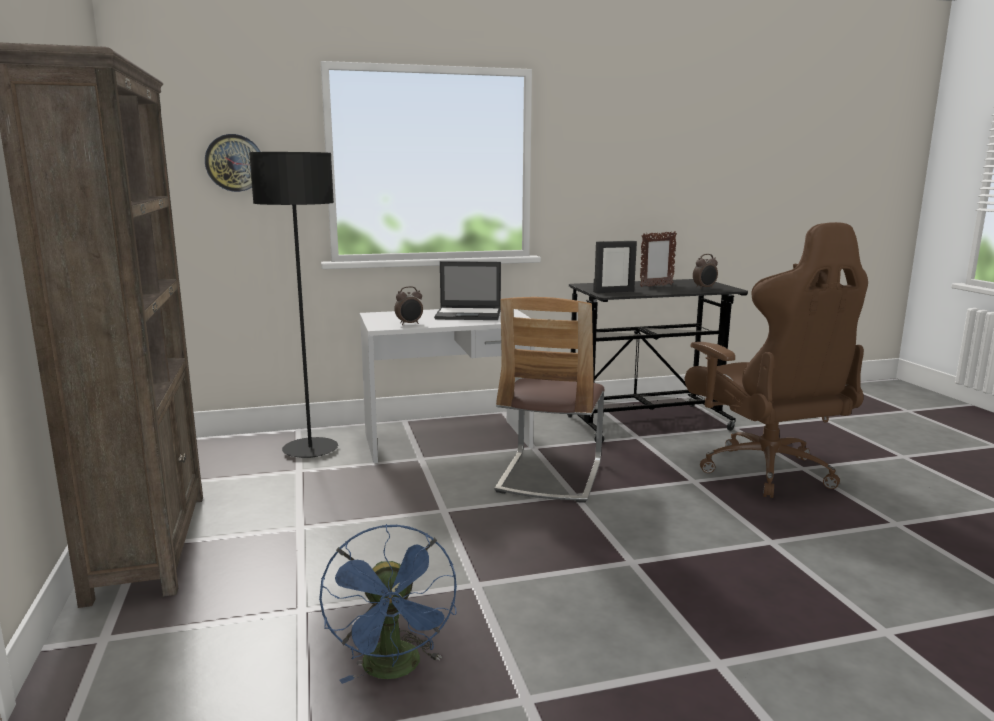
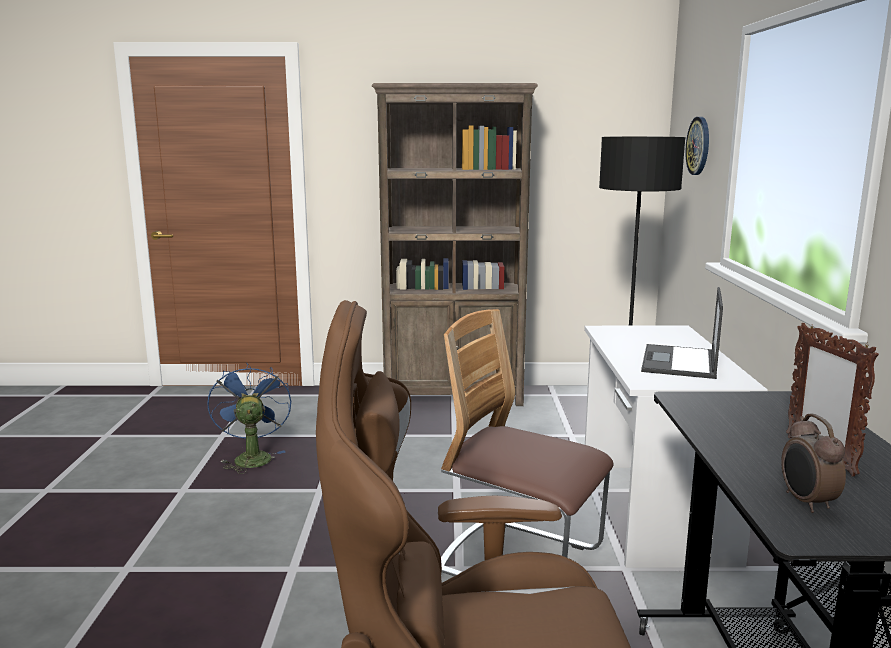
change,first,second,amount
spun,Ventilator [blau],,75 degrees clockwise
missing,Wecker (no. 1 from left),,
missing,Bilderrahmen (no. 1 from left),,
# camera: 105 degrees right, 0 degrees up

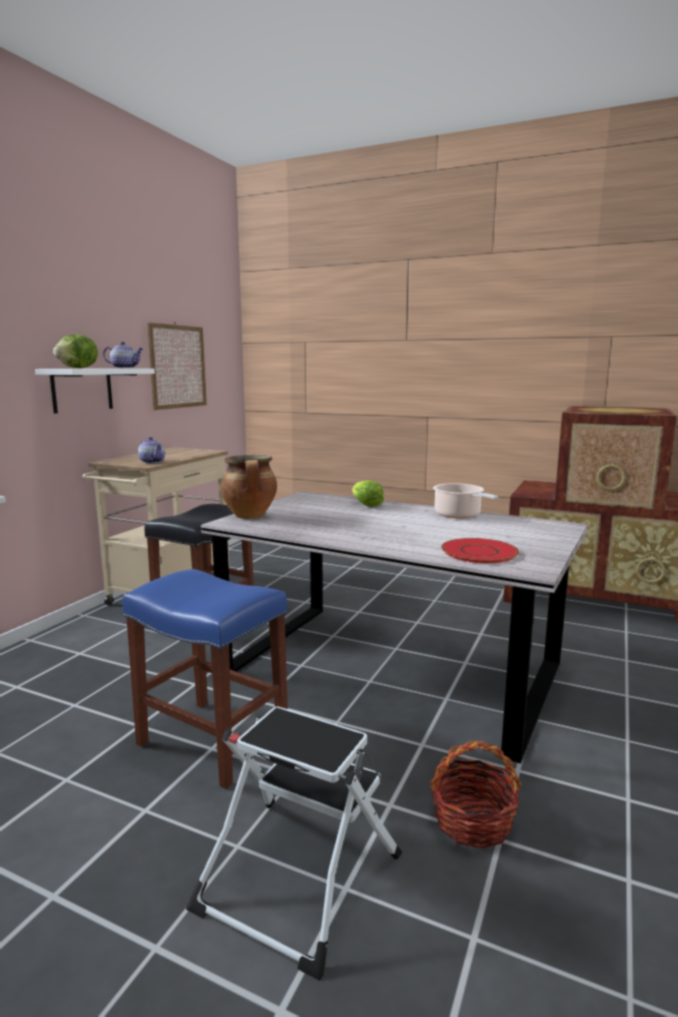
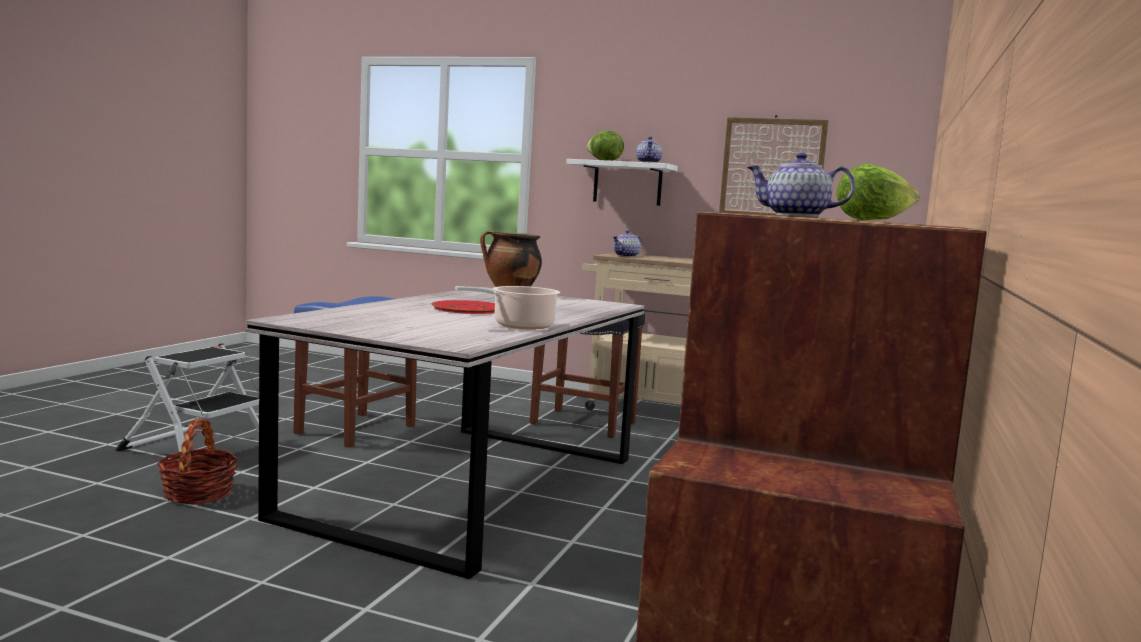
change,first,second,amount
relocated,Teller [rot],,
appeared,,Teekanne (no. 3 from left),
relocated,Salatkopf (no. 2 from left),,
# camera: 85 degrees right, 5 degrees down

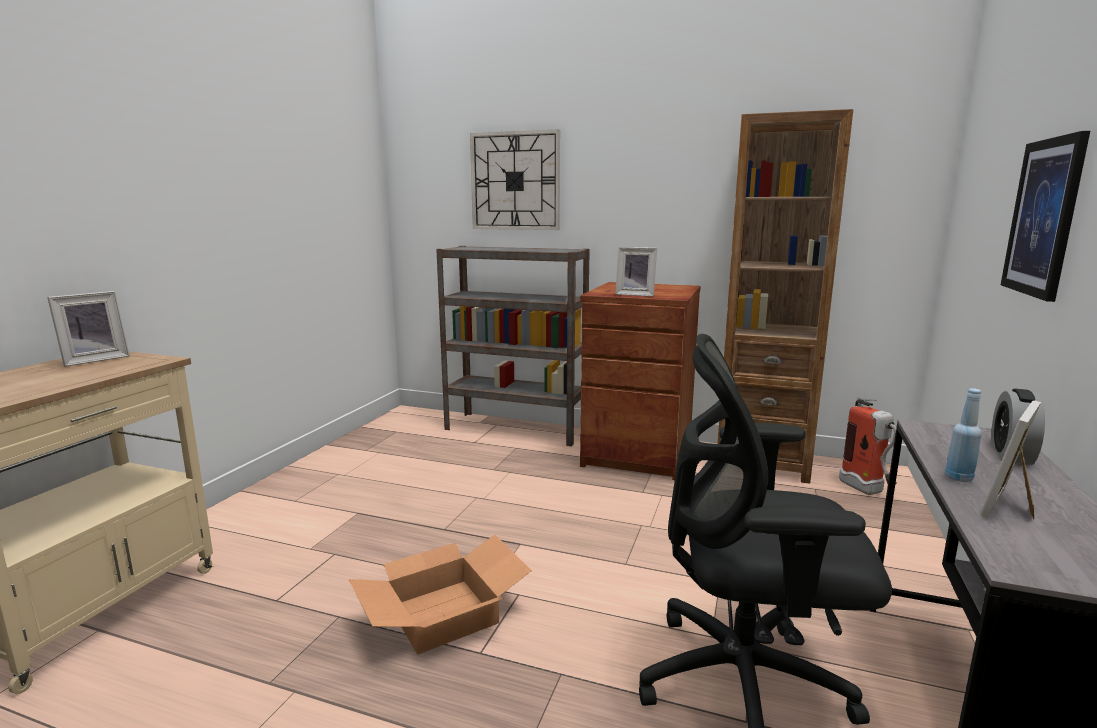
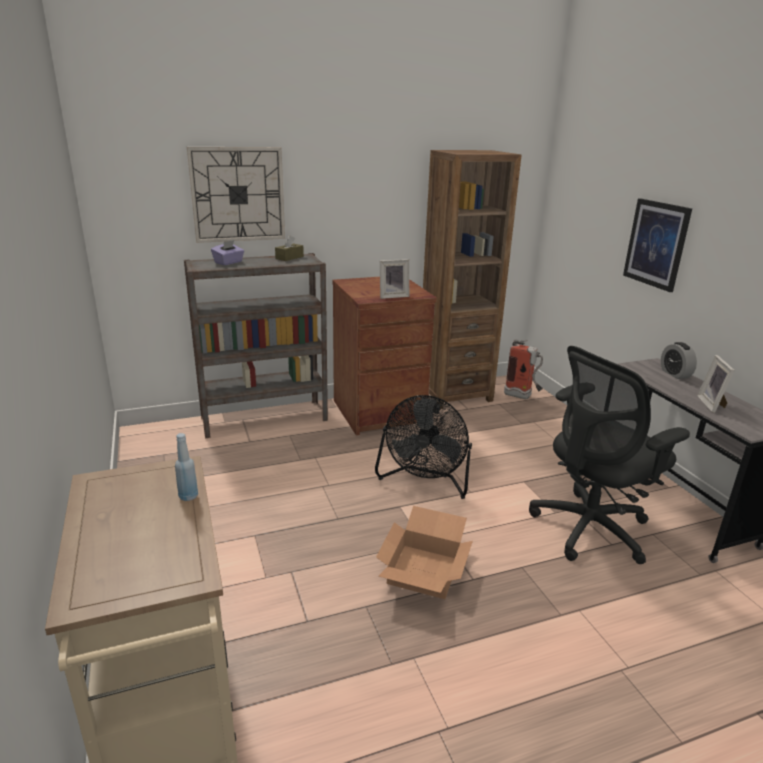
change,first,second,amount
relocated,Flasche [blau],,
appeared,,Taschentuchbox [lila],
appeared,,Taschentuchbox [braun],
appeared,,Ventilator [schwarz],
missing,Bilderrahmen (no. 1 from left),,
# camera: 40 degrees left, 10 degrees up

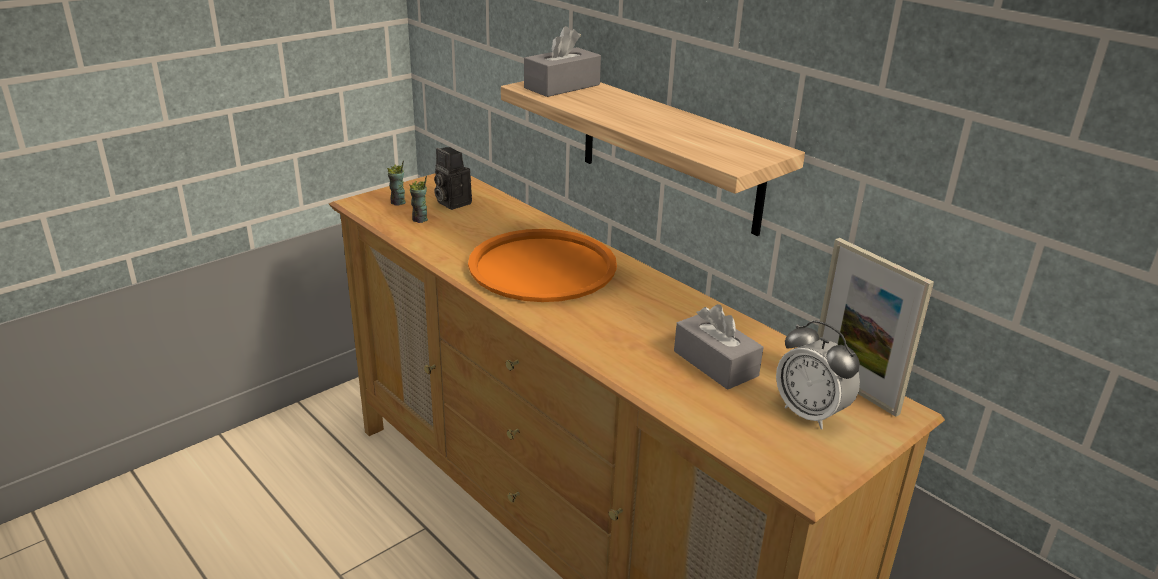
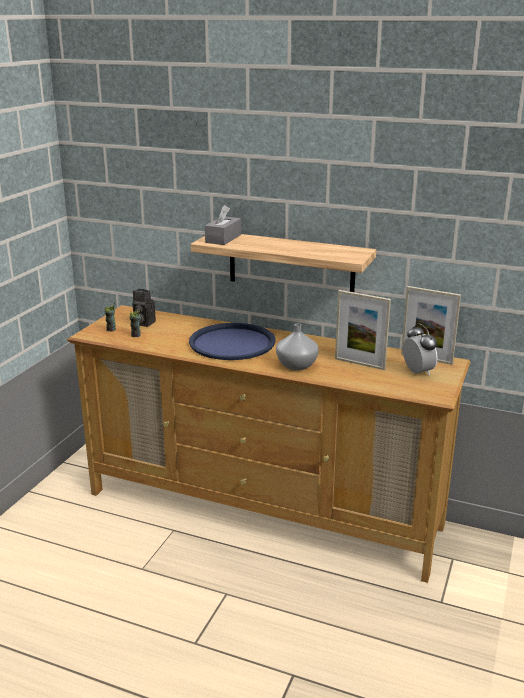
change,first,second,amount
colour,Tablett [orange],Tablett [blau],
appeared,,Vase [grau],
exchanged,Taschentuchbox [grau] (no. 2 from left),Bilderrahmen (no. 1 from left),
spun,Wecker,,135 degrees counterclockwise
# camera: 25 degrees left, 5 degrees down

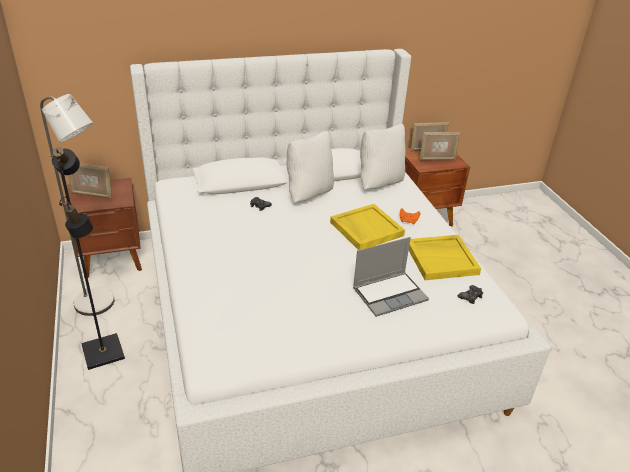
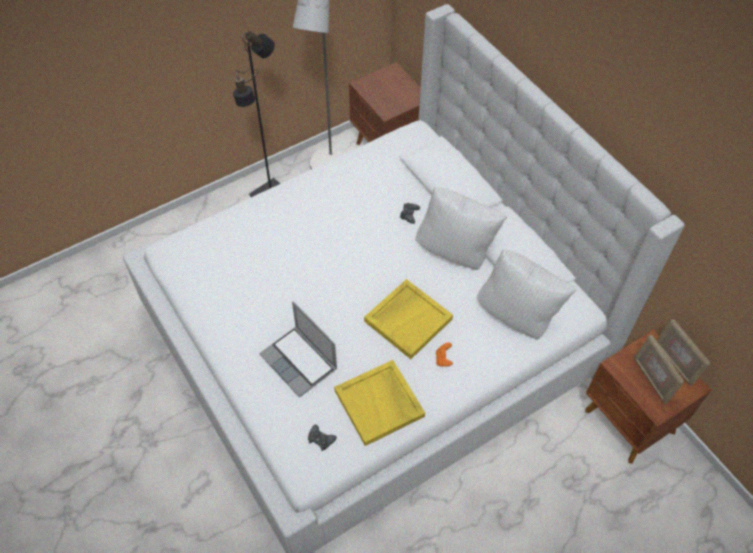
change,first,second,amount
missing,Bilderrahmen (no. 1 from left),,
# camera: 75 degrees right, 20 degrees up

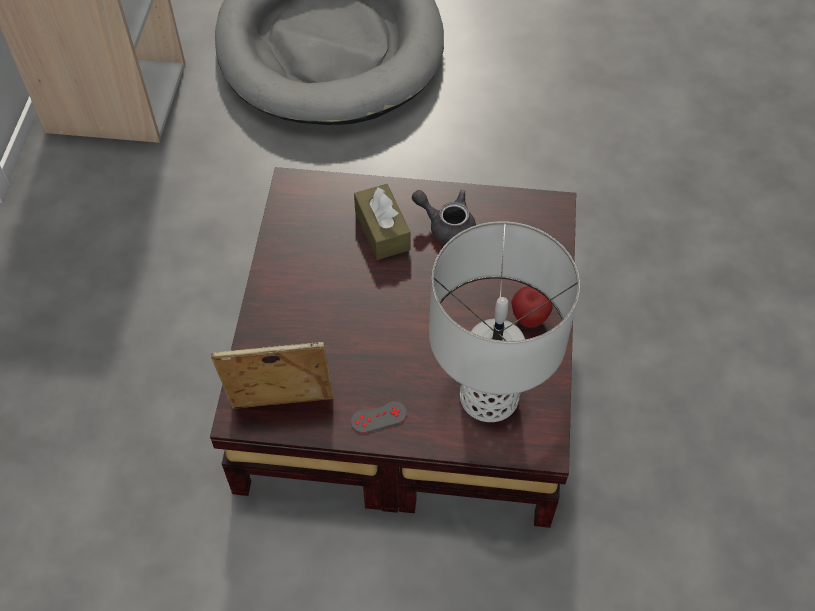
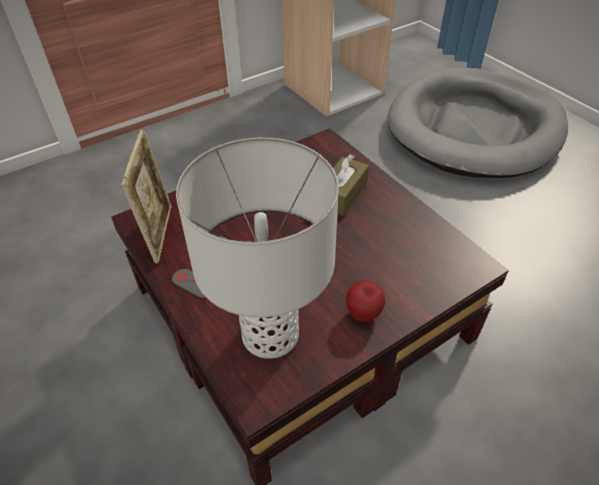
change,first,second,amount
spun,Bilderrahmen,,45 degrees clockwise
missing,Teekanne [grau],,
# camera: 50 degrees right, 10 degrees down

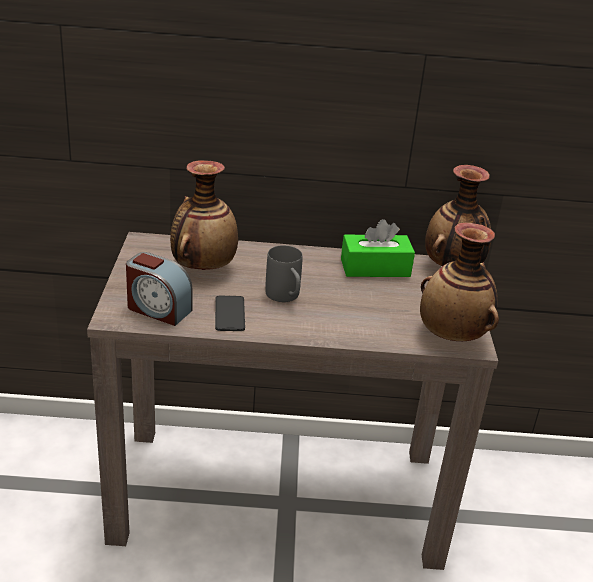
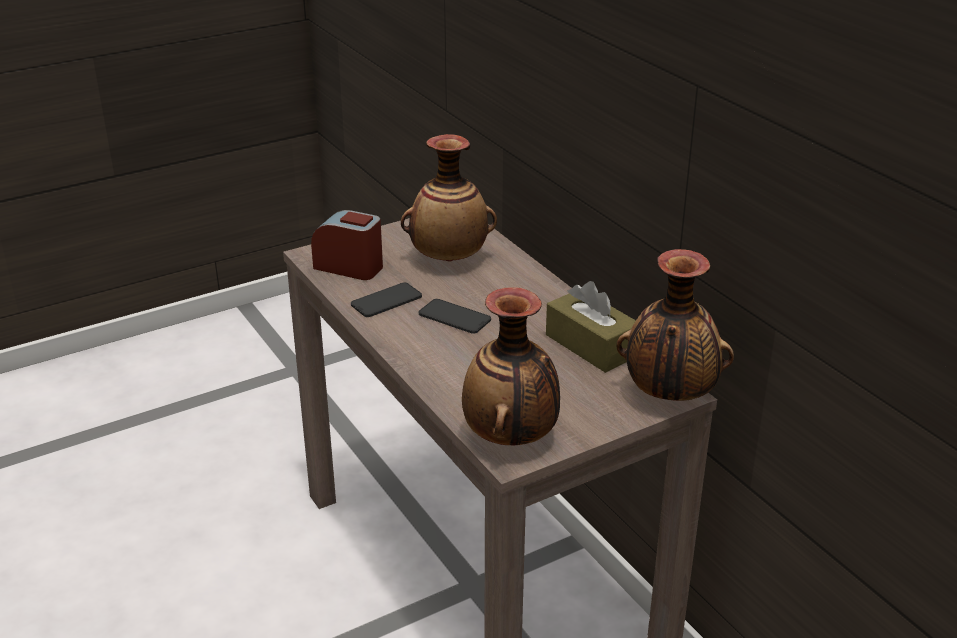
change,first,second,amount
spun,Wecker,,120 degrees clockwise
exchanged,Henkelbecher [grau],Handy (no. 2 from left),
colour,Taschentuchbox [grün],Taschentuchbox [braun],
# camera: 60 degrees right, 0 degrees up

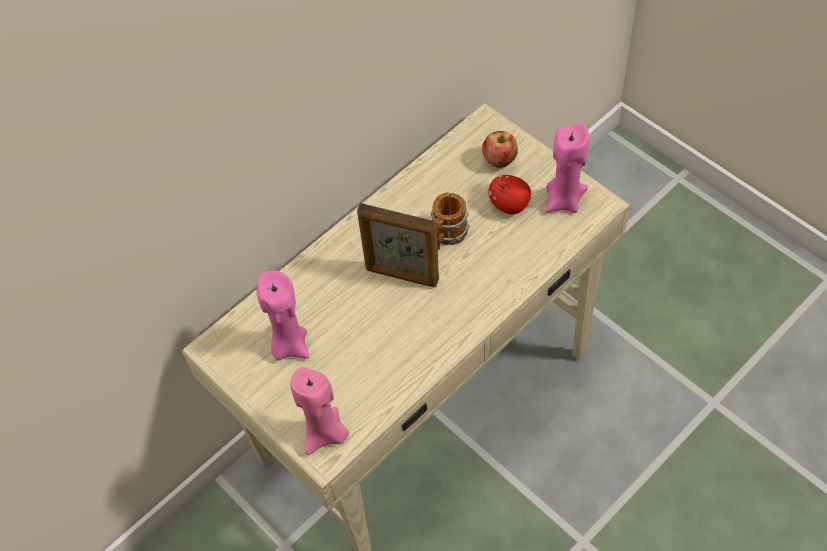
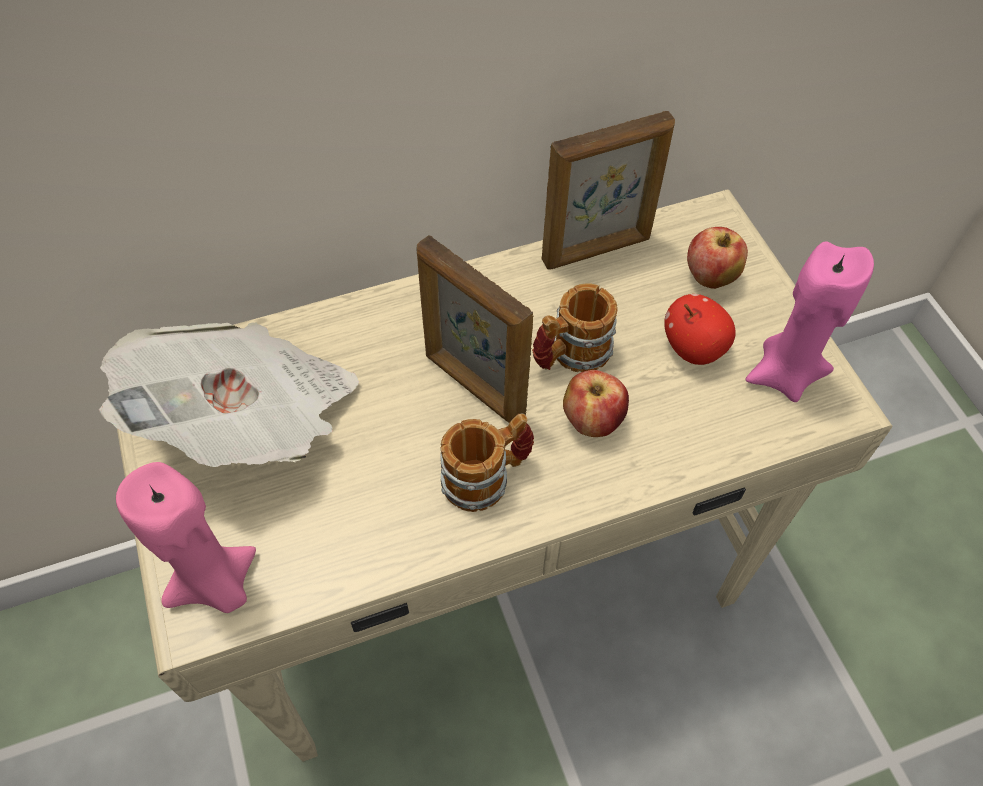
change,first,second,amount
exchanged,Kerze [rosa] (no. 1 from left),Zeitung,
appeared,,Henkelbecher (no. 1 from left),
appeared,,Bilderrahmen (no. 2 from left),
appeared,,Apfel (no. 1 from left),
# camera: 20 degrees right, 0 degrees up

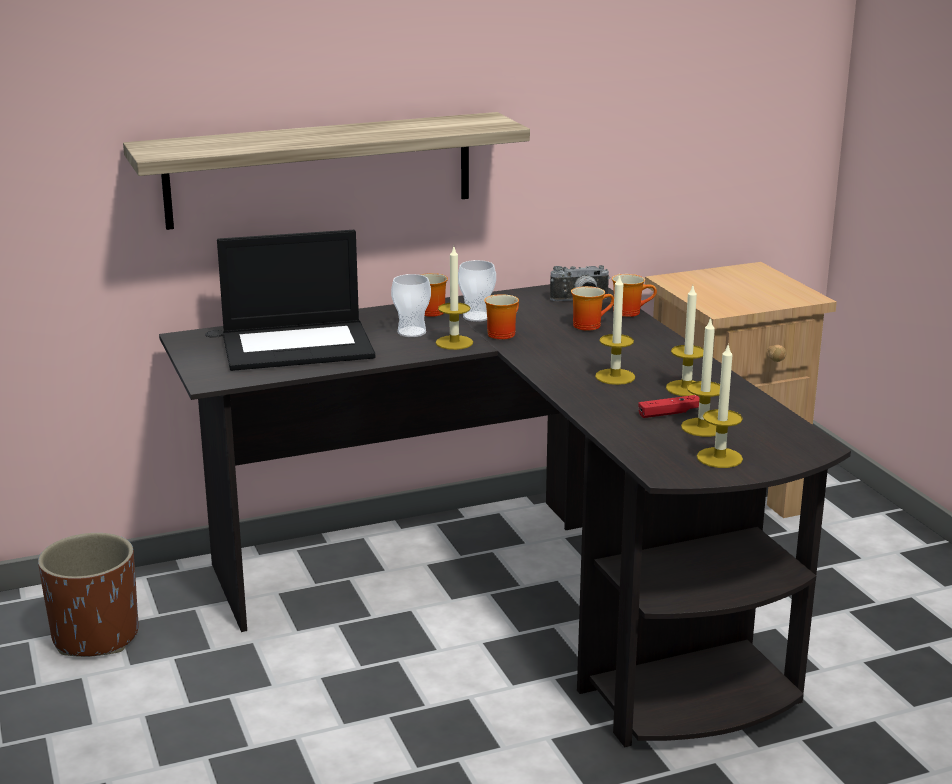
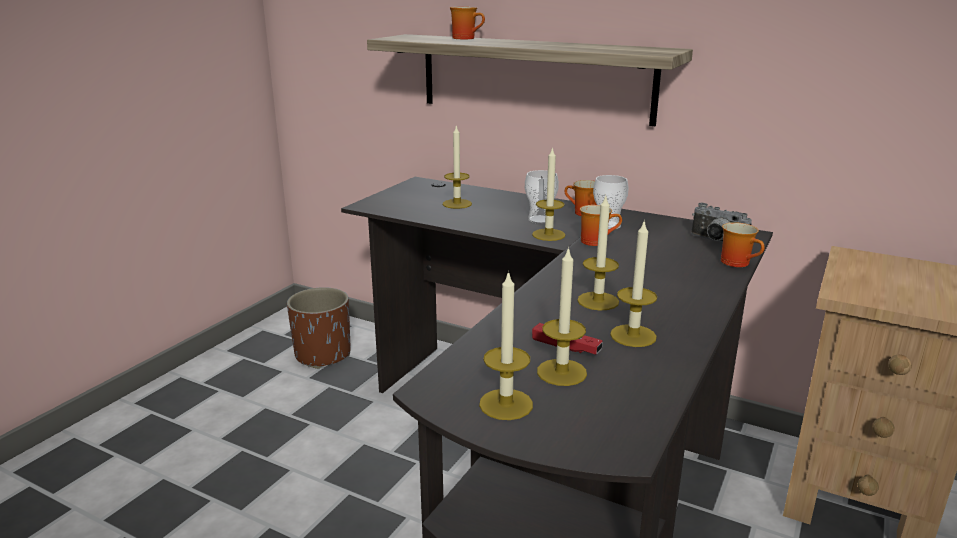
change,first,second,amount
exchanged,Laptop,Kerze (no. 1 from left),
relocated,Henkelbecher (no. 3 from left in the first image),Henkelbecher (no. 1 from left),
# camera: 50 degrees right, 0 degrees up

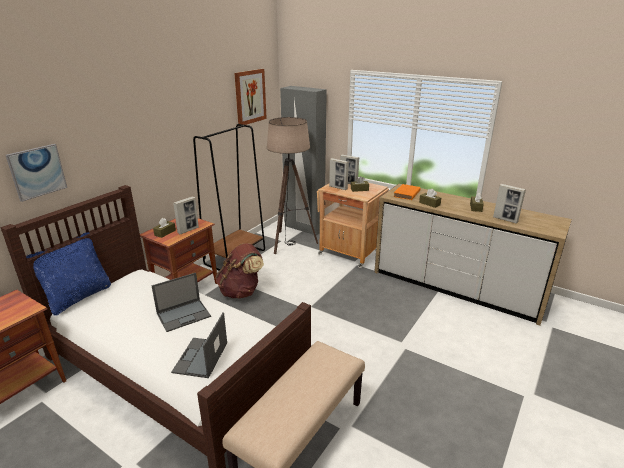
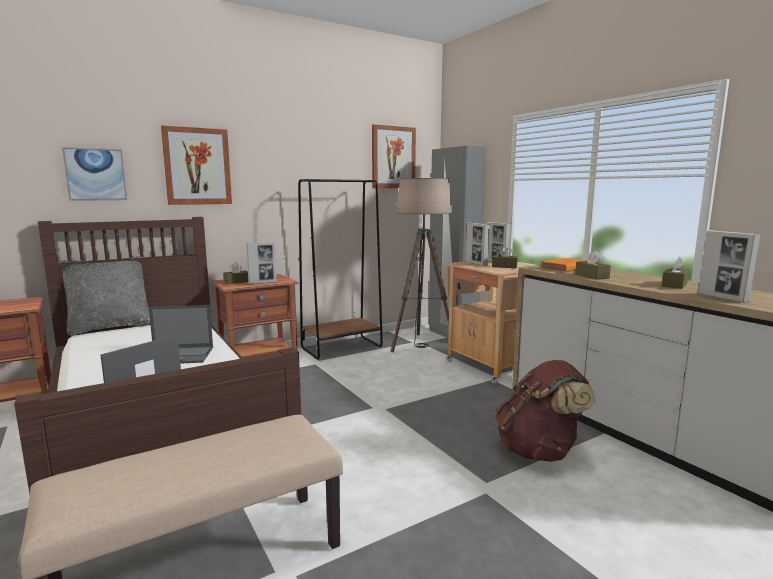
change,first,second,amount
colour,Kissen [blau],Kissen [grau],
appeared,,Bild (no. 2 from left),
relocated,Rucksack [braun],,
# camera: 25 degrees right, 15 degrees down

